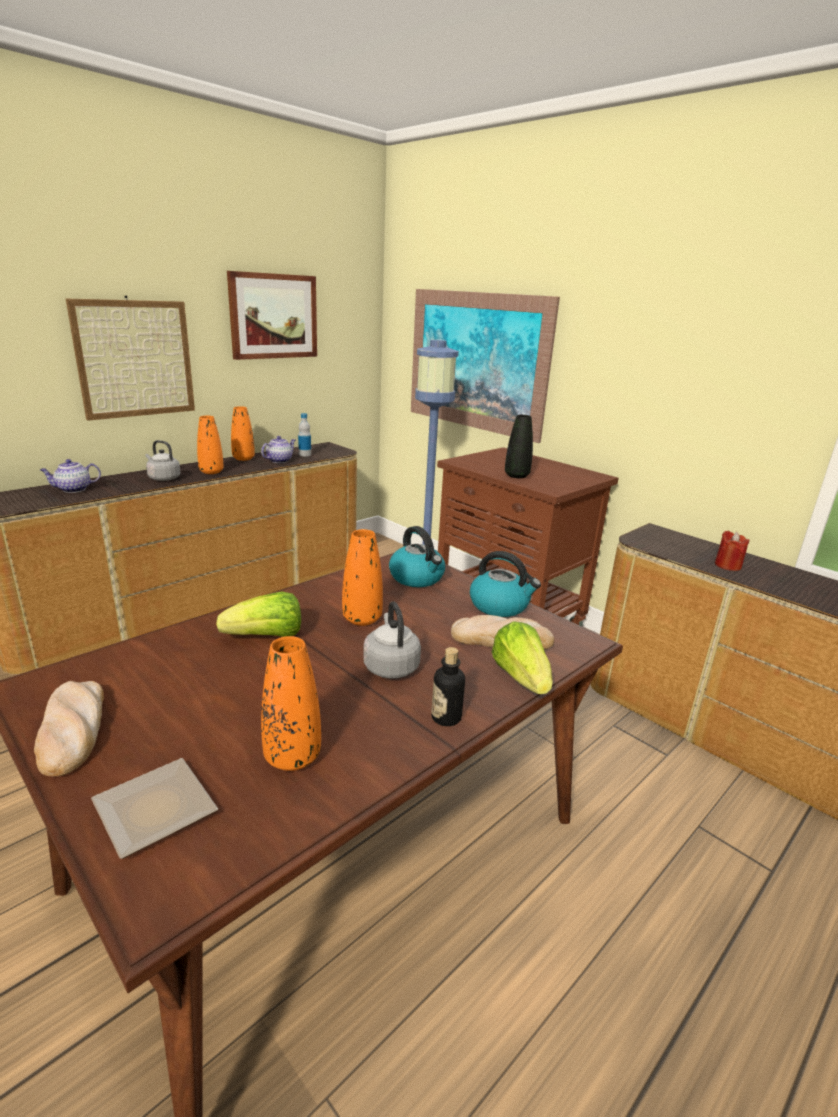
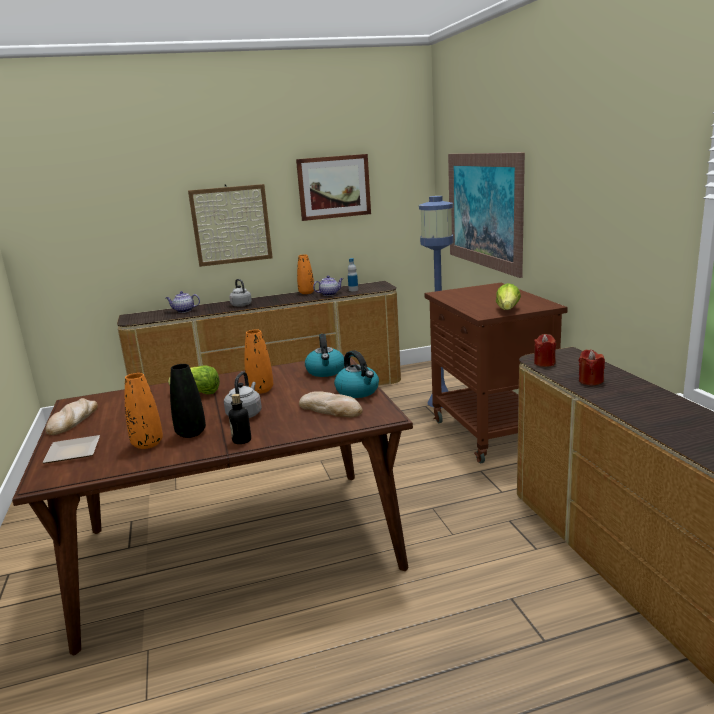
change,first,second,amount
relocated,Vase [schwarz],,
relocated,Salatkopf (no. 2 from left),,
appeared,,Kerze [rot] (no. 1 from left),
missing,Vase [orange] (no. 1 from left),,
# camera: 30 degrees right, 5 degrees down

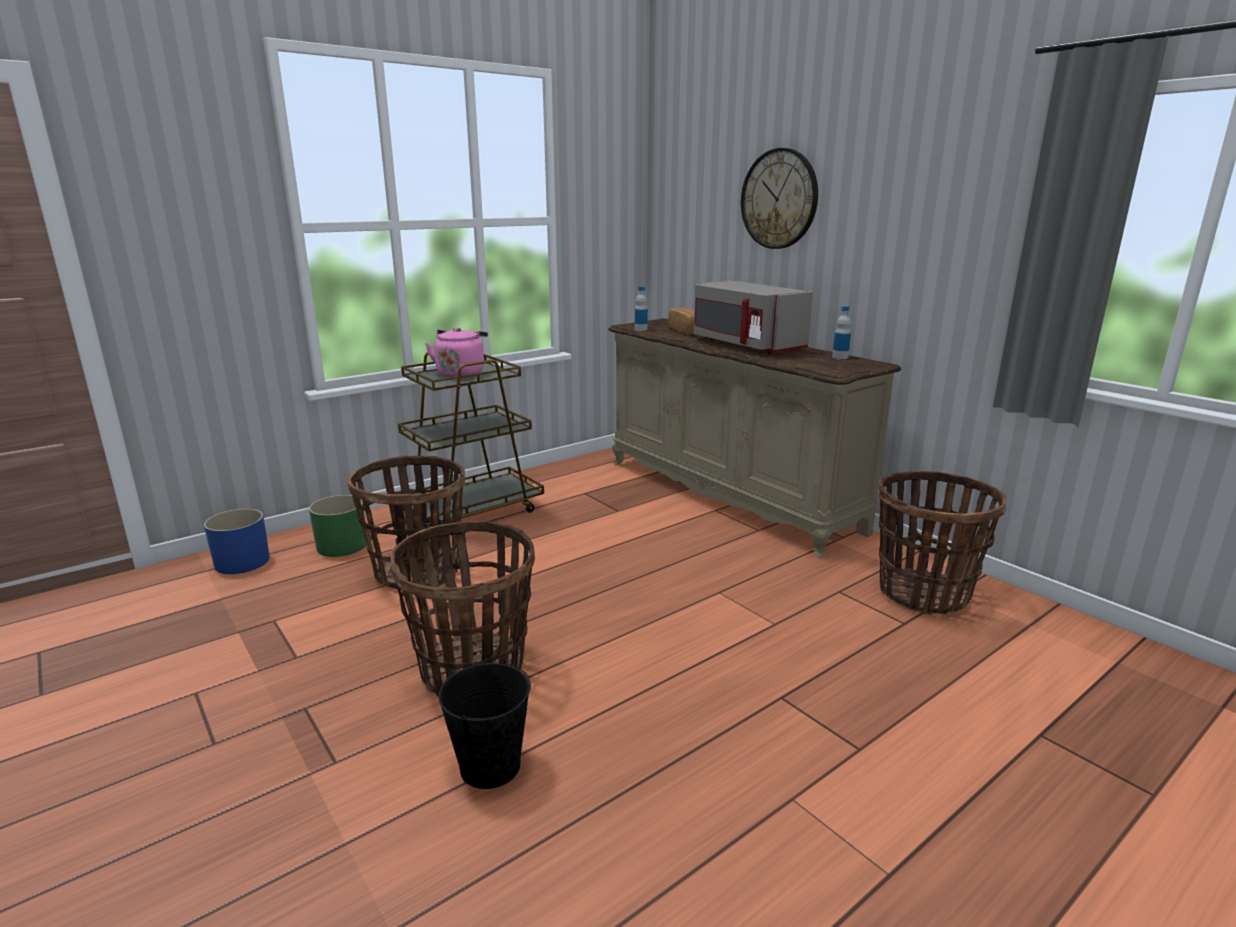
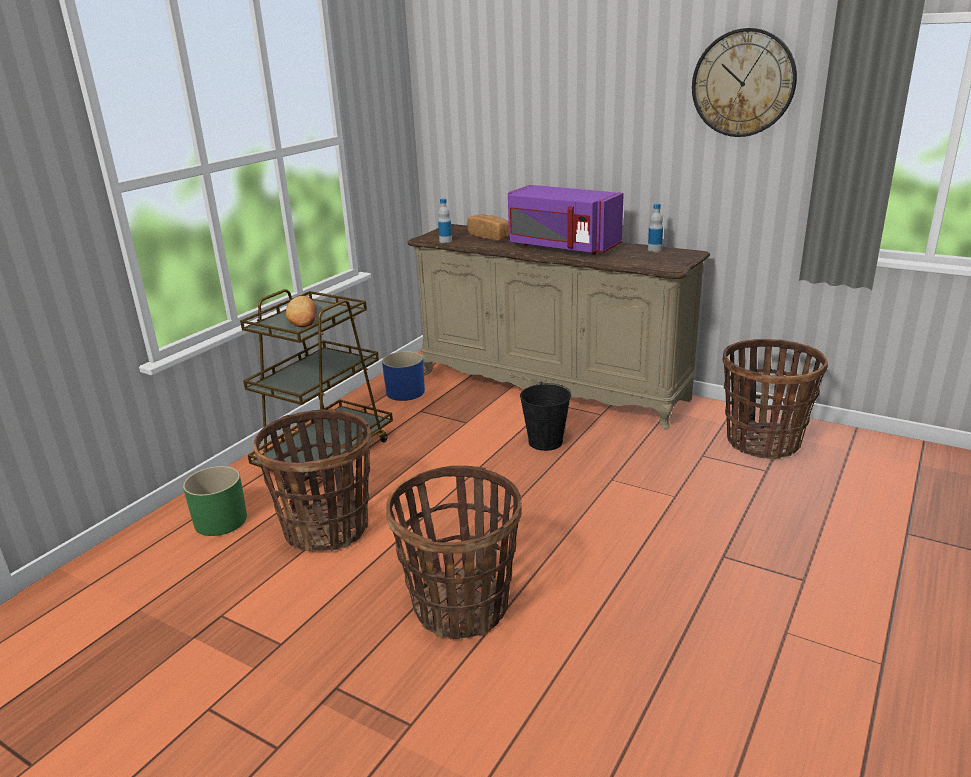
change,first,second,amount
exchanged,Wasserkessel [rosa],Brot (no. 1 from left),
relocated,Pflanzkübel [blau],,
colour,Mikrowelle [grau],Mikrowelle [lila],
relocated,Eimer [schwarz],,
relocated,Wanduhr,,
# camera: 20 degrees left, 5 degrees up

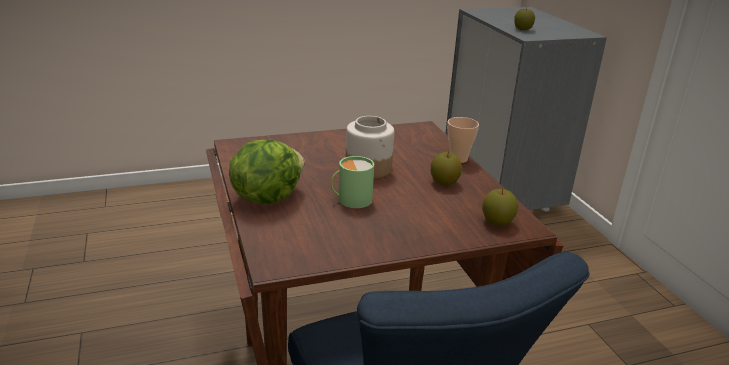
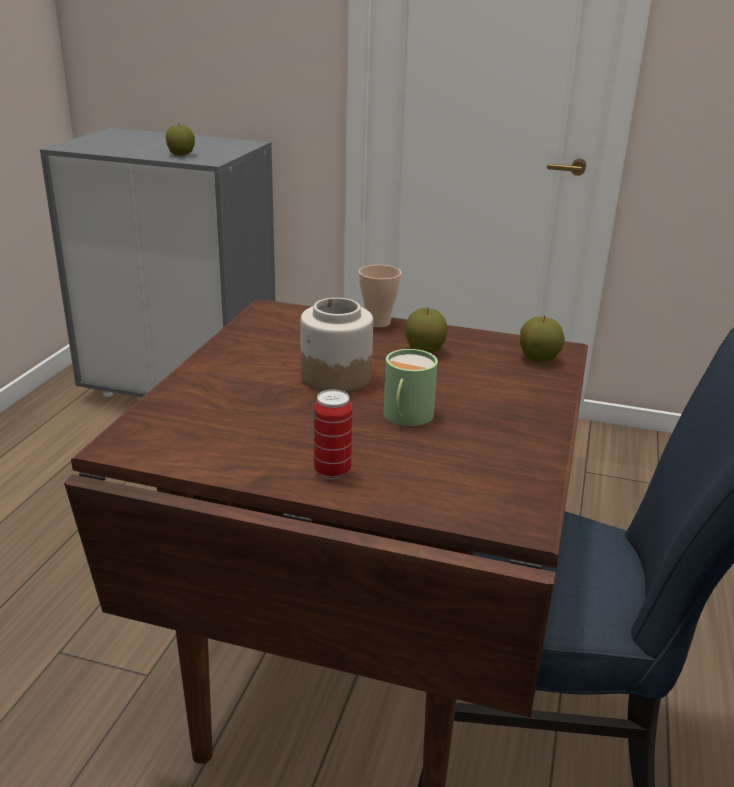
change,first,second,amount
exchanged,Salatkopf,Dose,
# camera: 55 degrees left, 0 degrees up

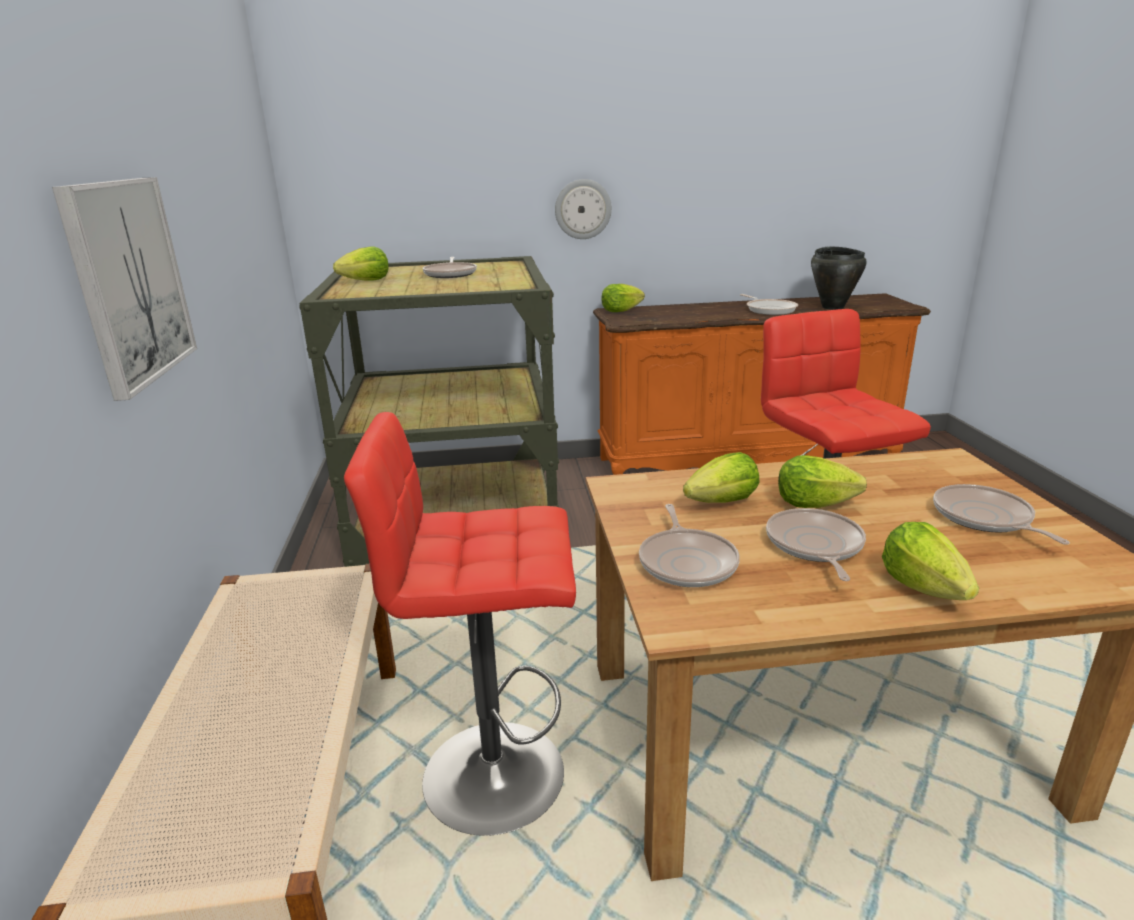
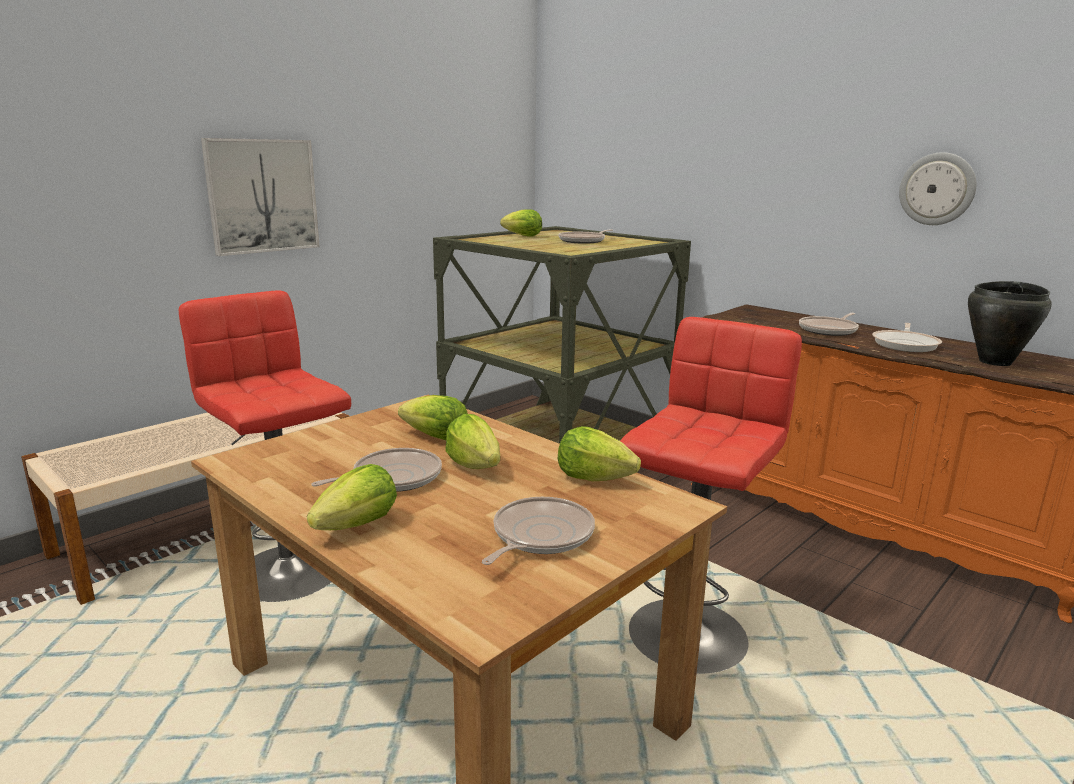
change,first,second,amount
relocated,Salatkopf (no. 2 from left in the first image),Salatkopf (no. 5 from left),
relocated,Pfanne (no. 2 from left in the first image),Pfanne (no. 4 from left),
relocated,Wanduhr,,
# camera: 50 degrees right, 5 degrees down

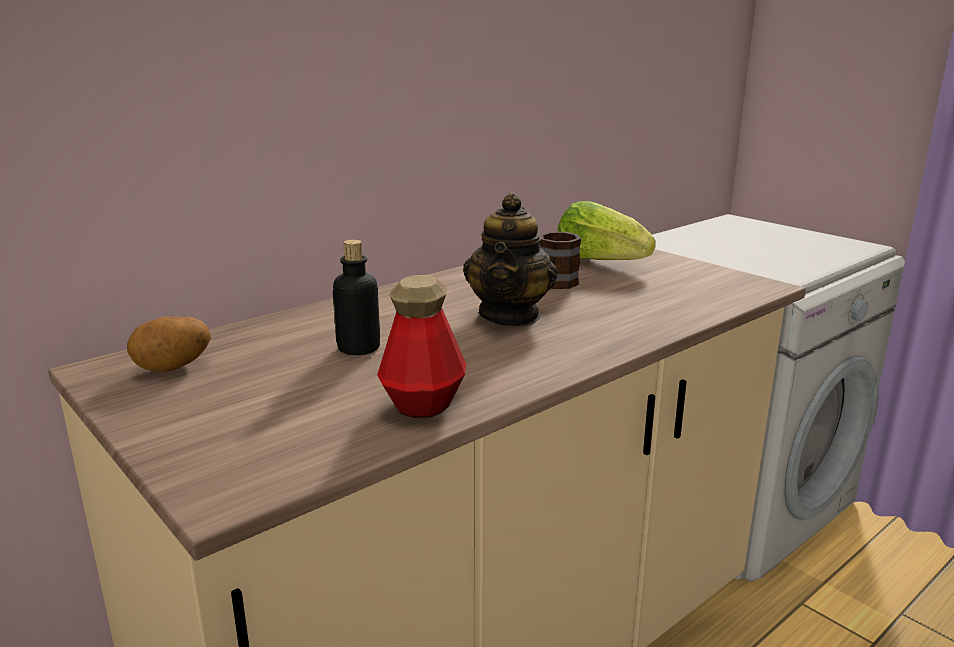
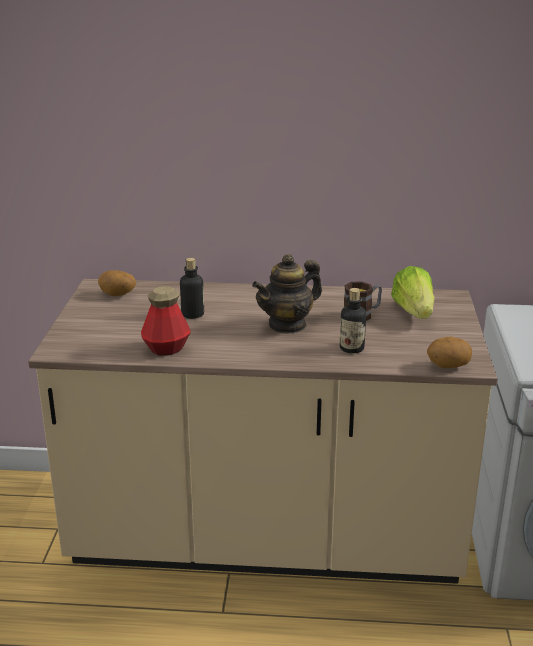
change,first,second,amount
appeared,,Flasche (no. 3 from left),
appeared,,Kartoffel (no. 2 from left),
# camera: 45 degrees right, 5 degrees up

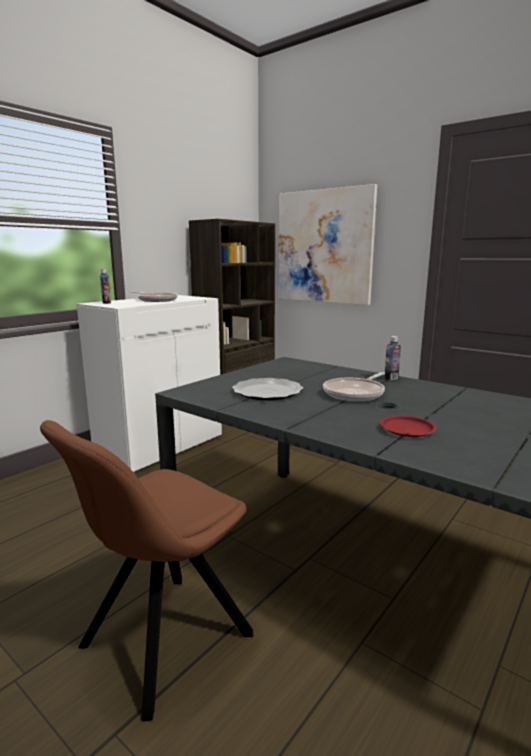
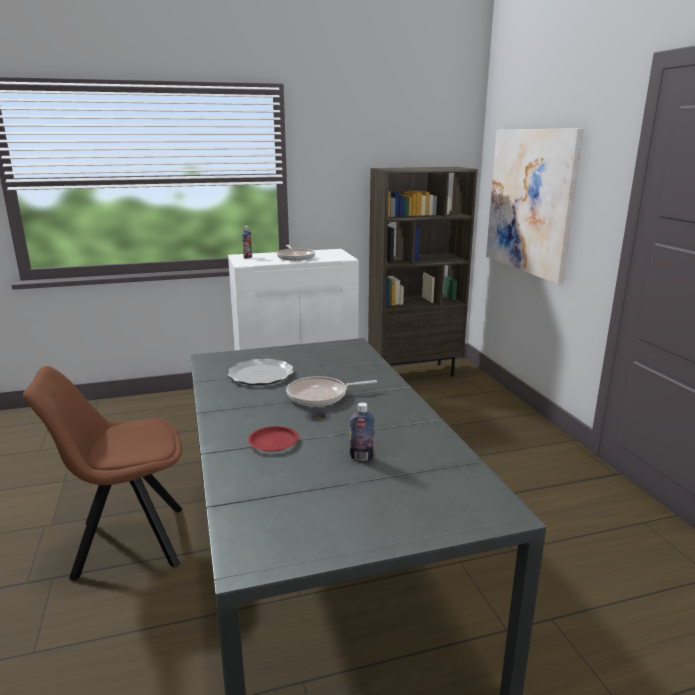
change,first,second,amount
relocated,Flasche (no. 2 from left),,
# camera: 35 degrees right, 5 degrees up

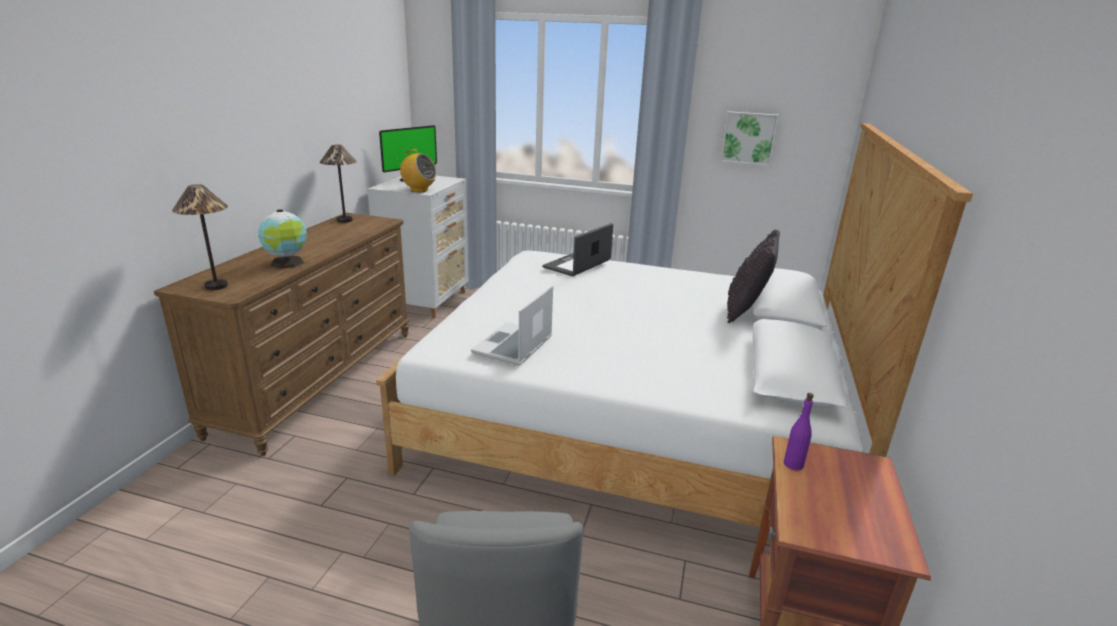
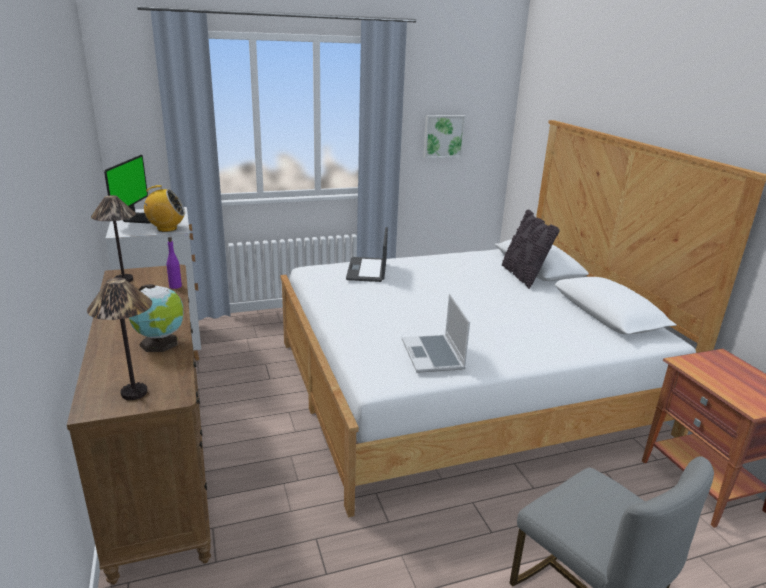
change,first,second,amount
relocated,Flasche [lila],,
# camera: 35 degrees left, 0 degrees up

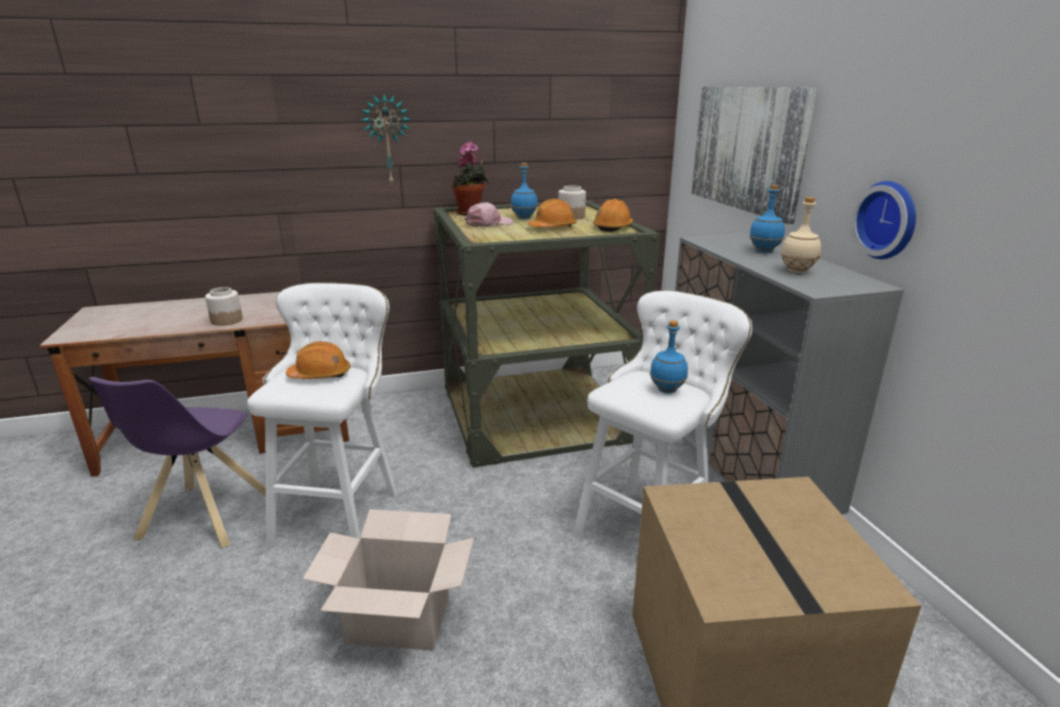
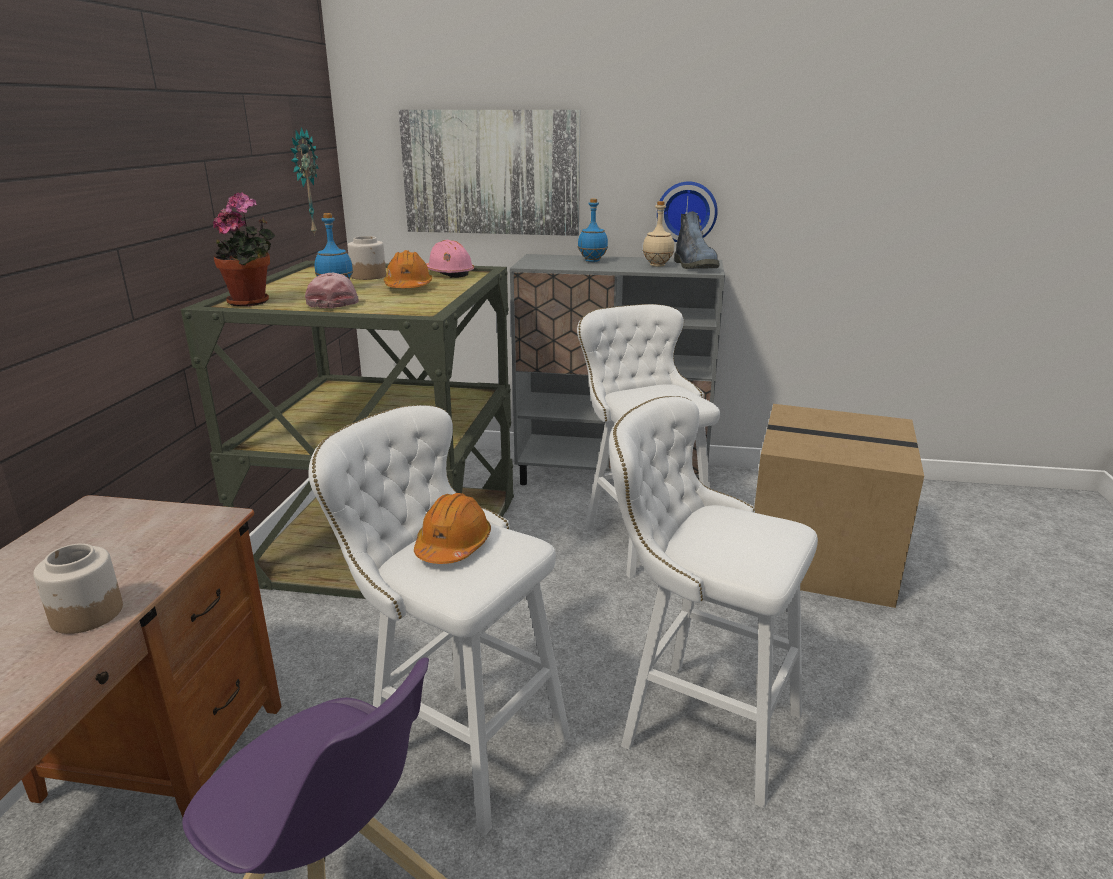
change,first,second,amount
relocated,Wanduhr (no. 1 from left),,
colour,Schutzhelm [orange] (no. 3 from left),Schutzhelm [rosa],
exchanged,Karton (no. 1 from left),Hocker [weiß] (no. 3 from left),
appeared,,Stiefel,
missing,Flasche [blau] (no. 2 from left),,
# camera: 65 degrees left, 0 degrees up

